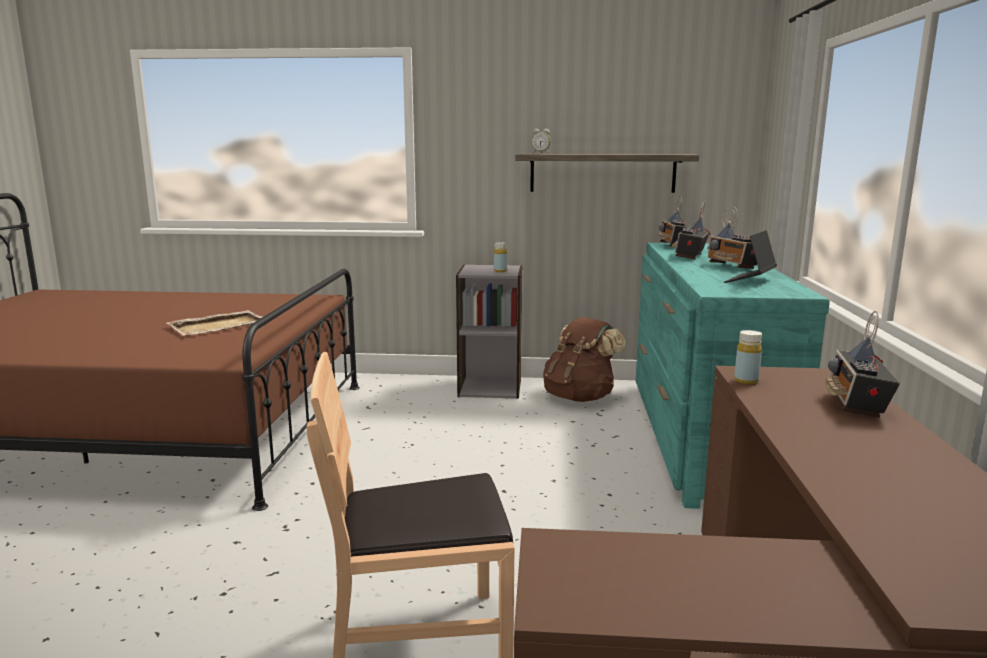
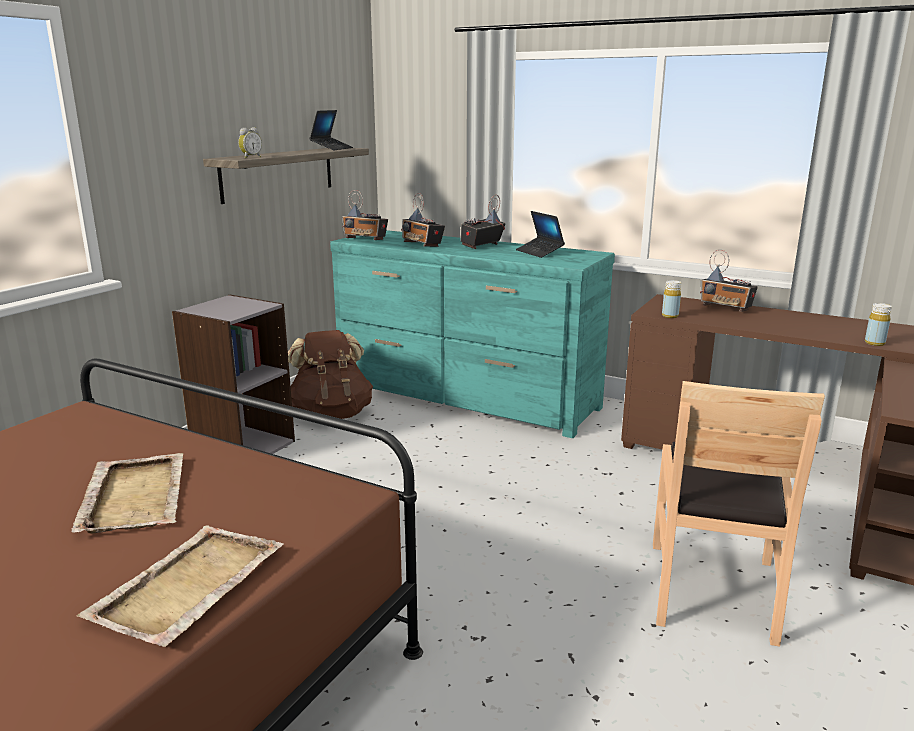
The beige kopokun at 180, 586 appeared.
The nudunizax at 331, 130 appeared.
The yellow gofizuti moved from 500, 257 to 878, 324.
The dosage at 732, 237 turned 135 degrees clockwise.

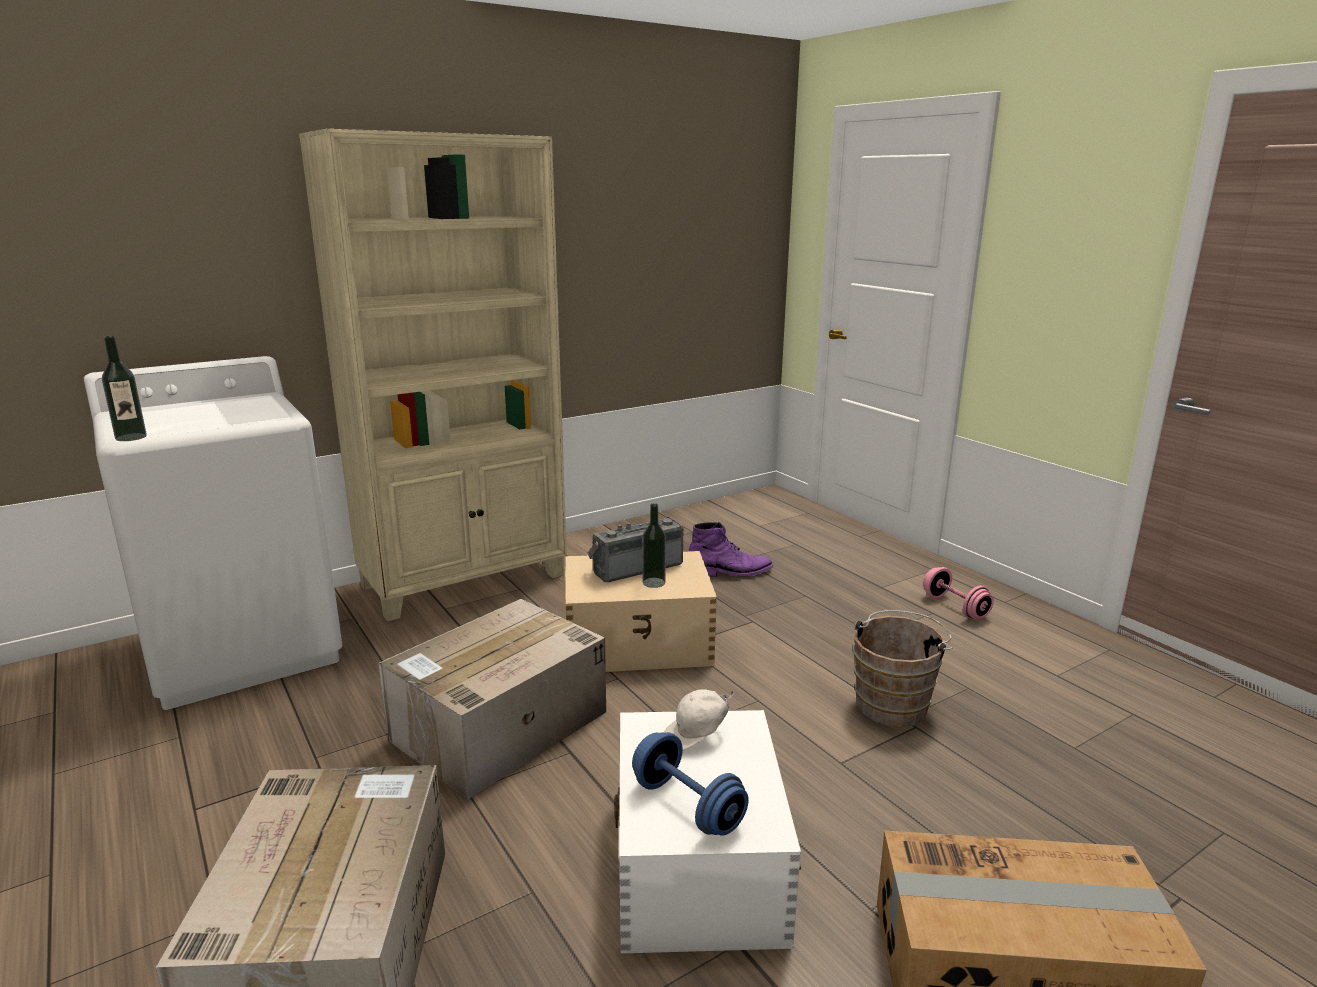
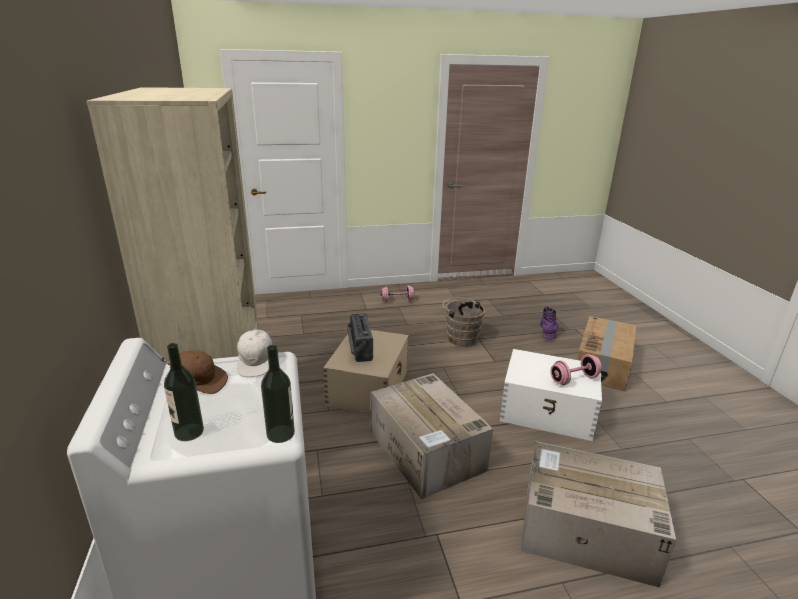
The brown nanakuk at 194, 372 appeared.
The gofizuti moved from 654, 545 to 184, 392.
The white nanakuk moved from 698, 720 to 255, 352.
The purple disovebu moved from 731, 549 to 549, 323.
The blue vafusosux at 690, 784 became the pink vafusosux at 576, 369.

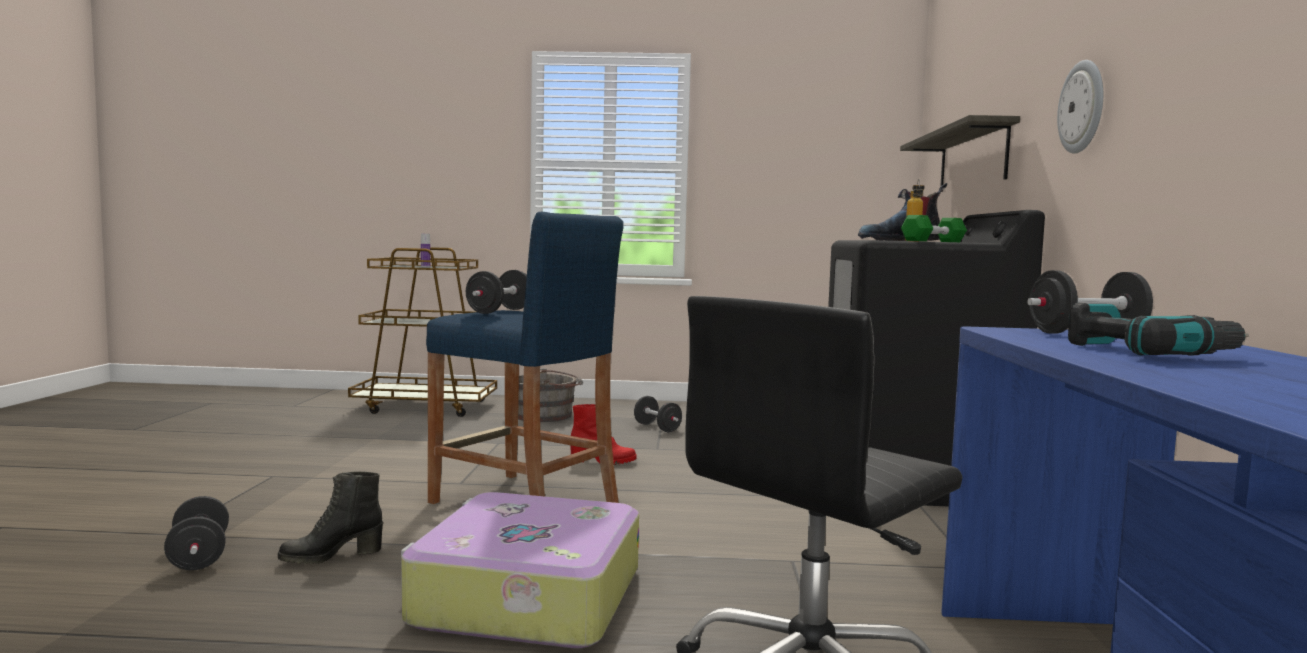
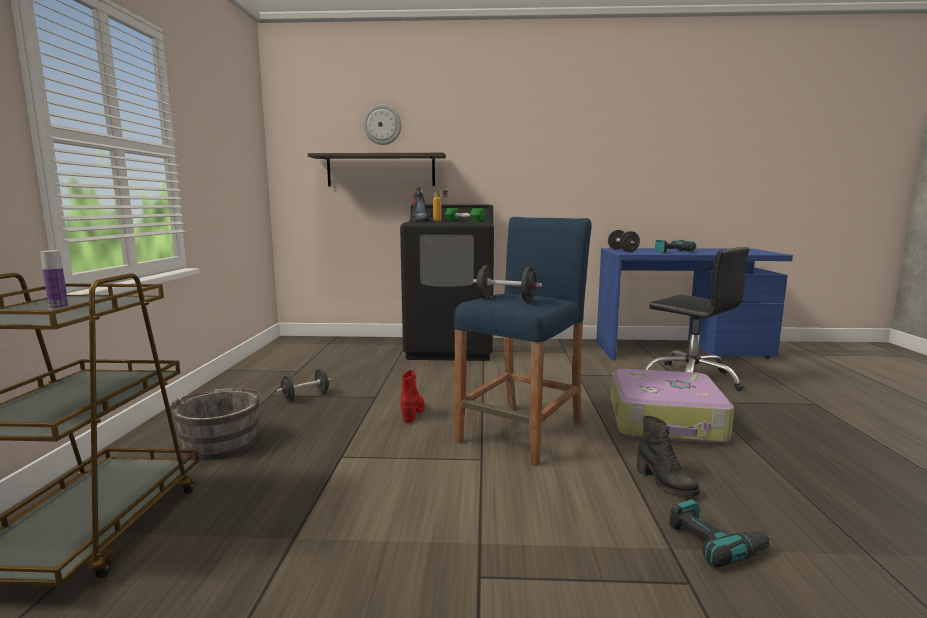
The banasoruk moved from 1080, 107 to 382, 125.
The black vafusosux at 196, 533 was replaced by the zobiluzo at 721, 533.

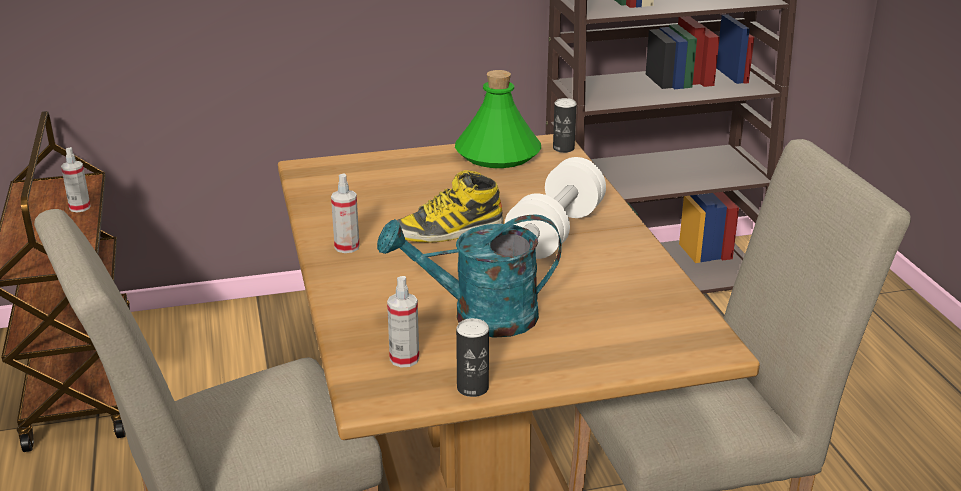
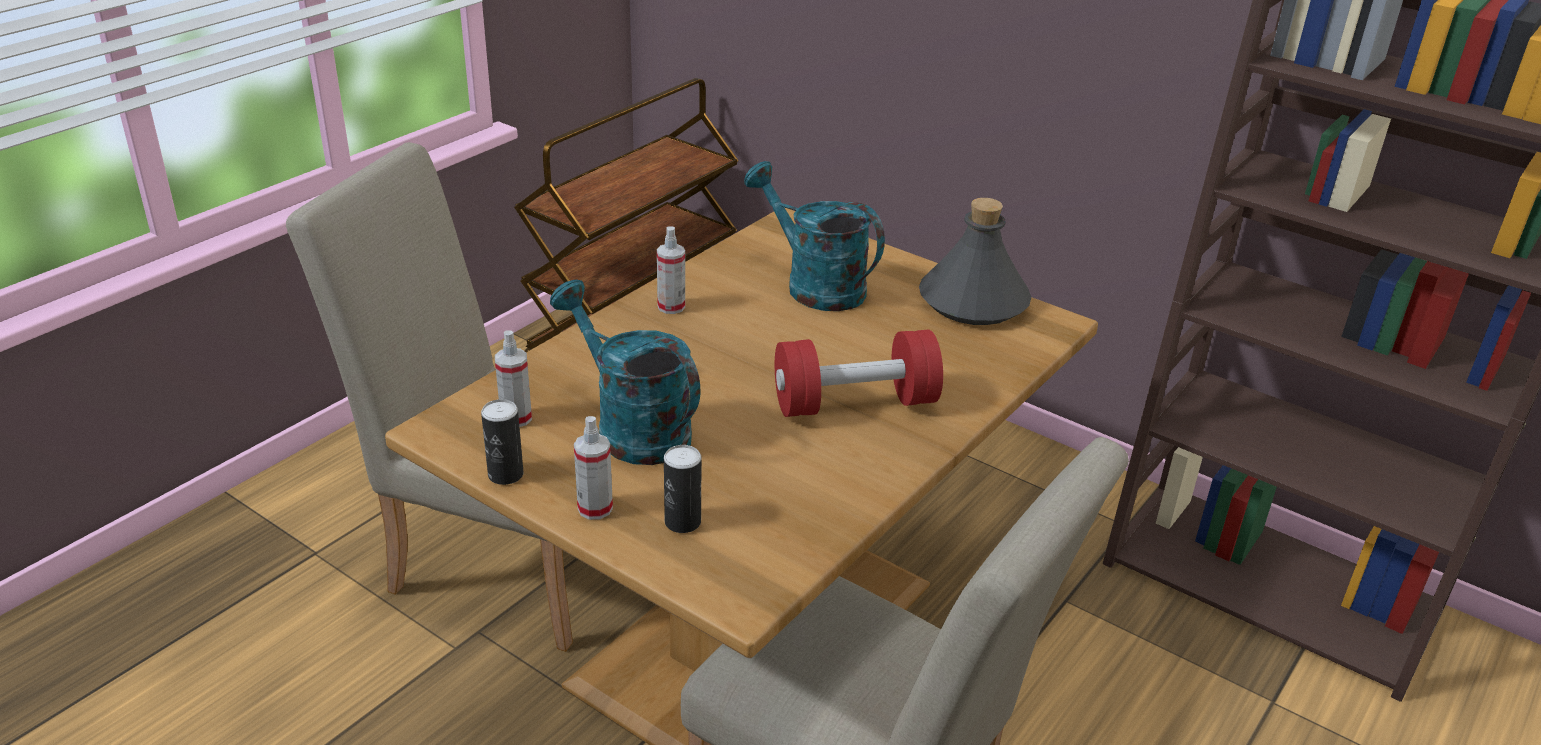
The disovebu at 450, 206 disappeared.
The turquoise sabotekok at 814, 236 appeared.
The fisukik moved from 76, 179 to 593, 468.
The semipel moved from 565, 125 to 683, 489.
The green gofizuti at 498, 119 became the grey gofizuti at 975, 261.
The white vafusosux at 555, 208 became the red vafusosux at 859, 373.

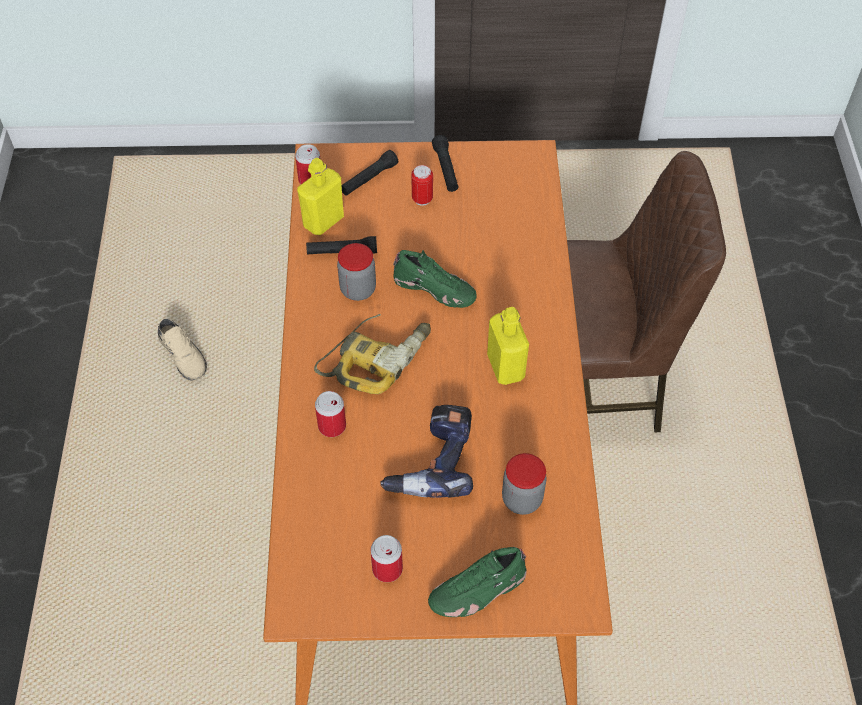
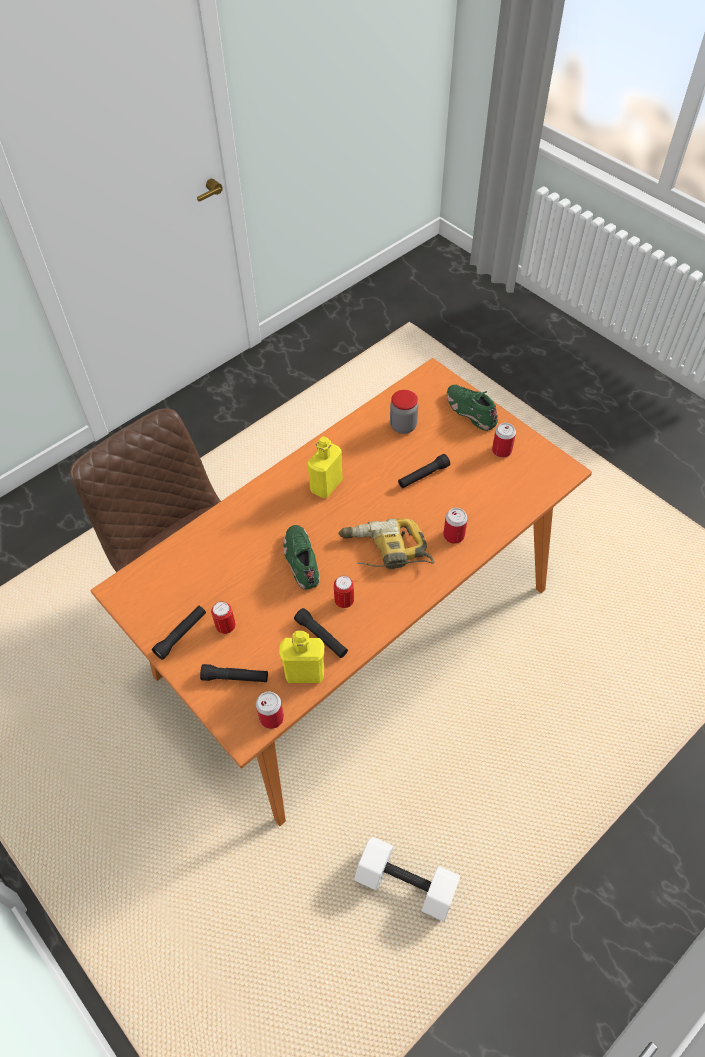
The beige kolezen at 182, 349 was replaced by the white vafusosux at 407, 879.
The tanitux at 356, 272 was replaced by the semipel at 344, 592.
The zobiluzo at 427, 451 was replaced by the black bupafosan at 424, 471.
The green kolezen at 477, 582 turned 150 degrees counterclockwise.

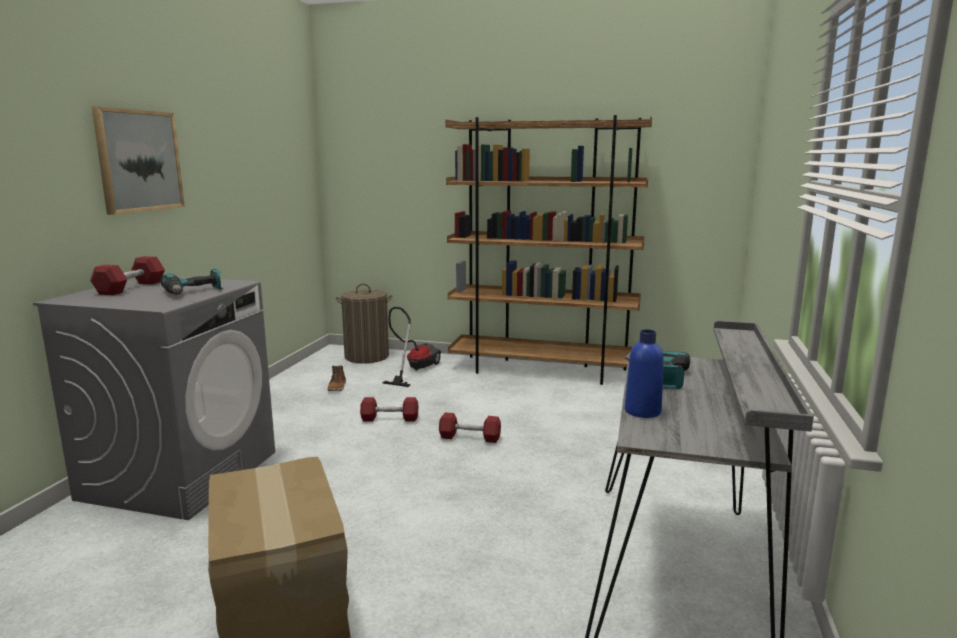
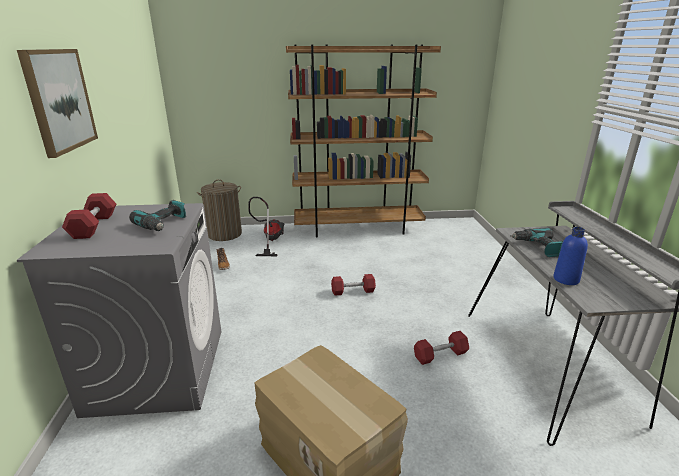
The red vafusosux moved from 389, 409 to 441, 348.

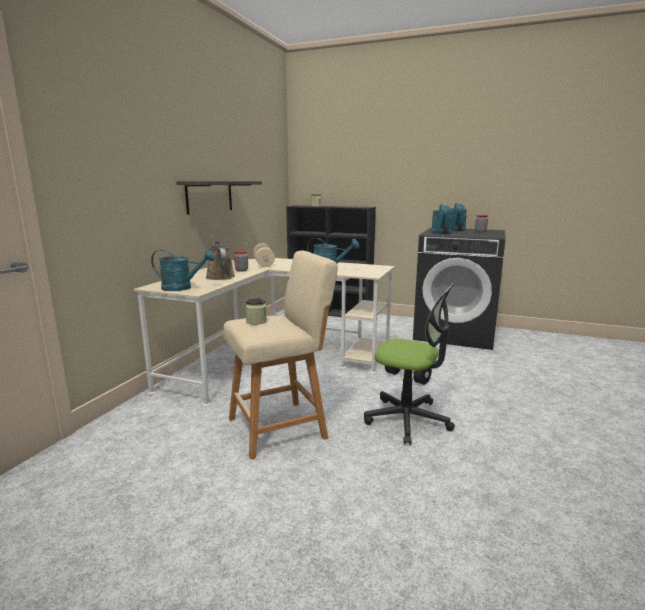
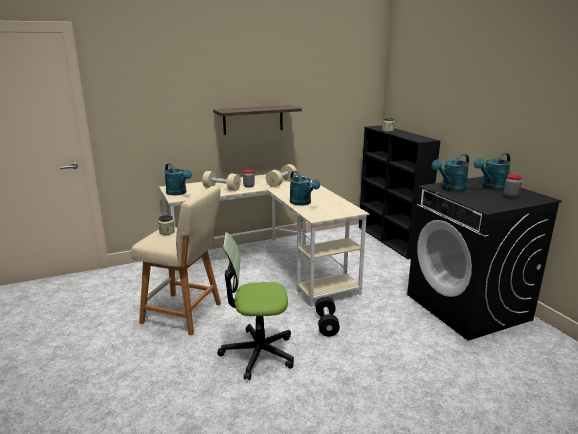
The brown sabotekok at 220, 257 was replaced by the beige vafusosux at 221, 181.
The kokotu at 409, 364 turned 105 degrees clockwise.

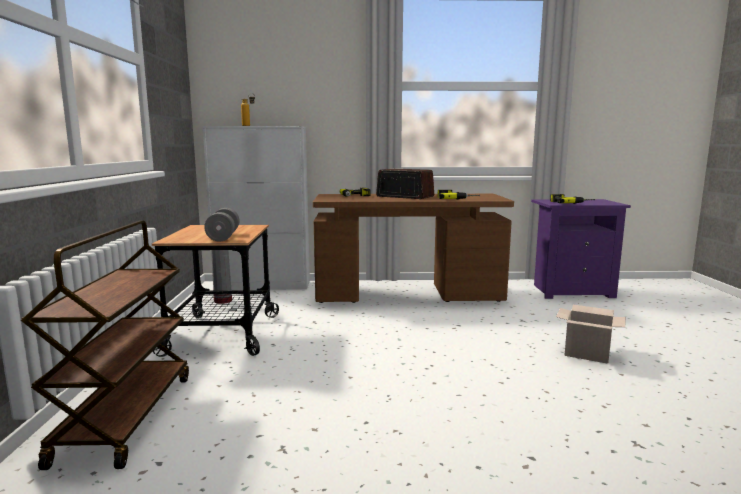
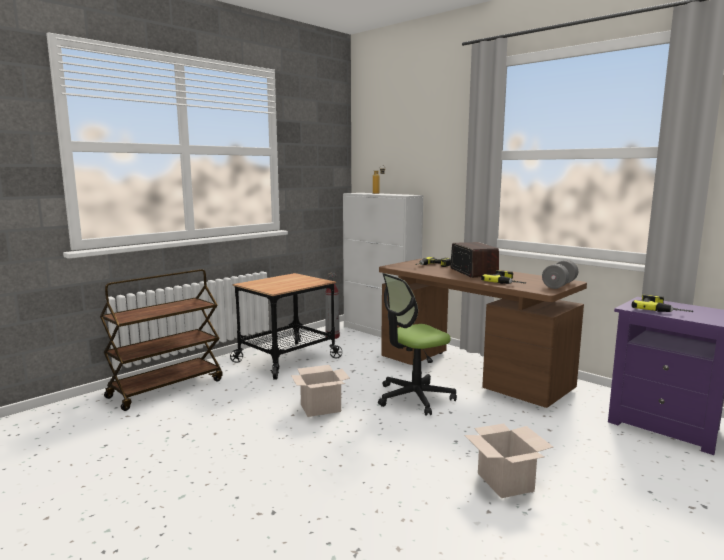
The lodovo at 320, 391 appeared.
The kokotu at 417, 344 appeared.
The grey vafusosux moved from 222, 224 to 560, 274.

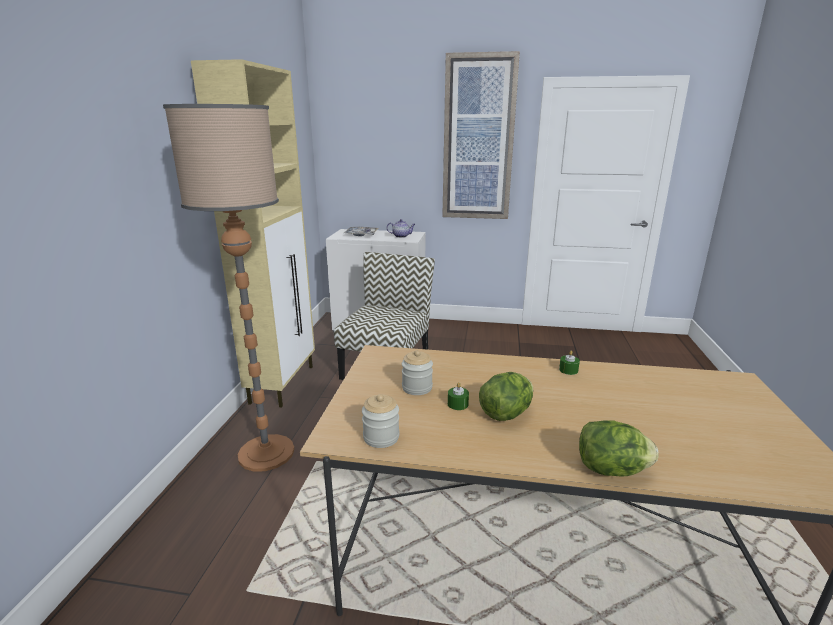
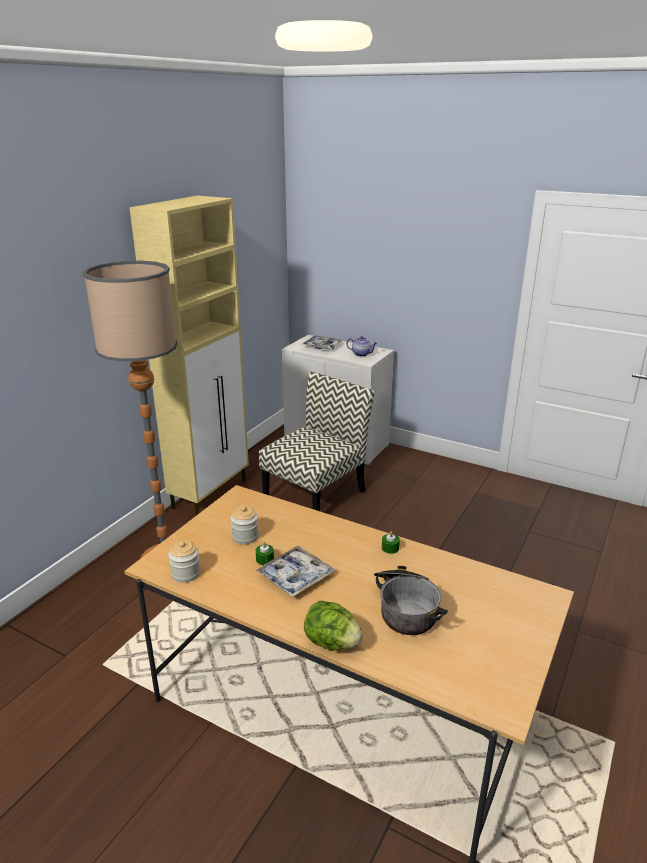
The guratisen at 481, 135 disappeared.
The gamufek at 411, 600 appeared.
The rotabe at 506, 396 was replaced by the kopokun at 294, 571.

